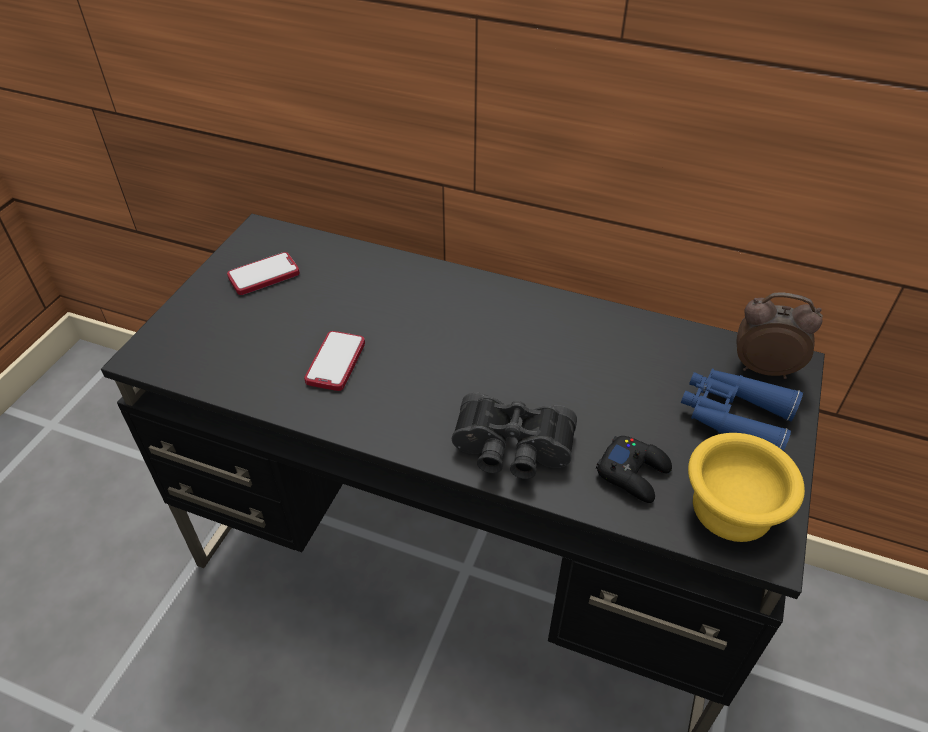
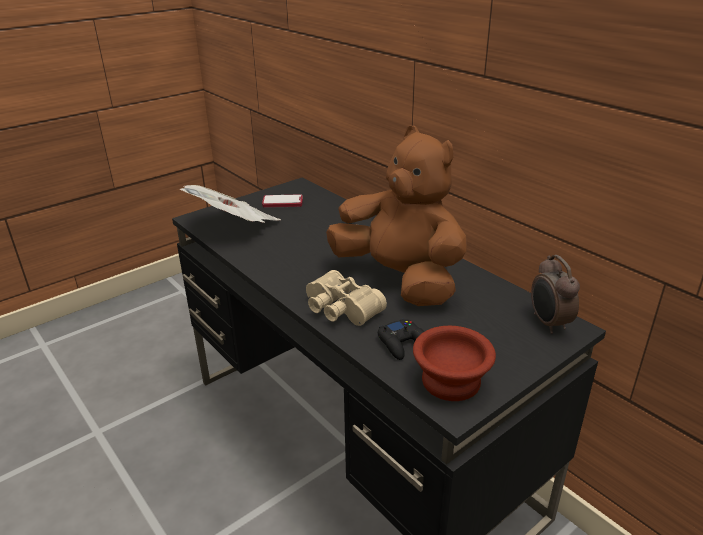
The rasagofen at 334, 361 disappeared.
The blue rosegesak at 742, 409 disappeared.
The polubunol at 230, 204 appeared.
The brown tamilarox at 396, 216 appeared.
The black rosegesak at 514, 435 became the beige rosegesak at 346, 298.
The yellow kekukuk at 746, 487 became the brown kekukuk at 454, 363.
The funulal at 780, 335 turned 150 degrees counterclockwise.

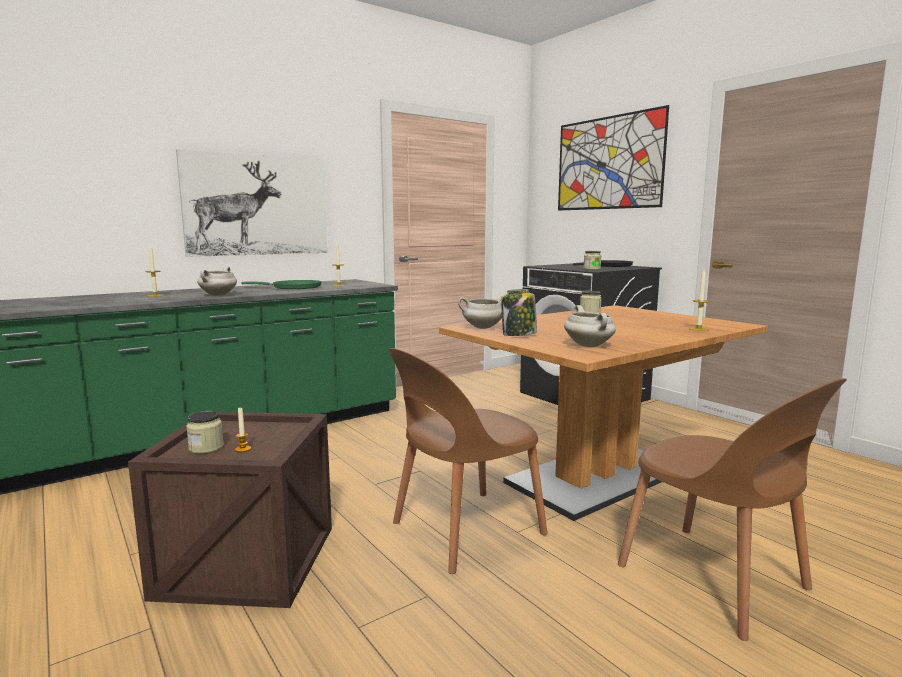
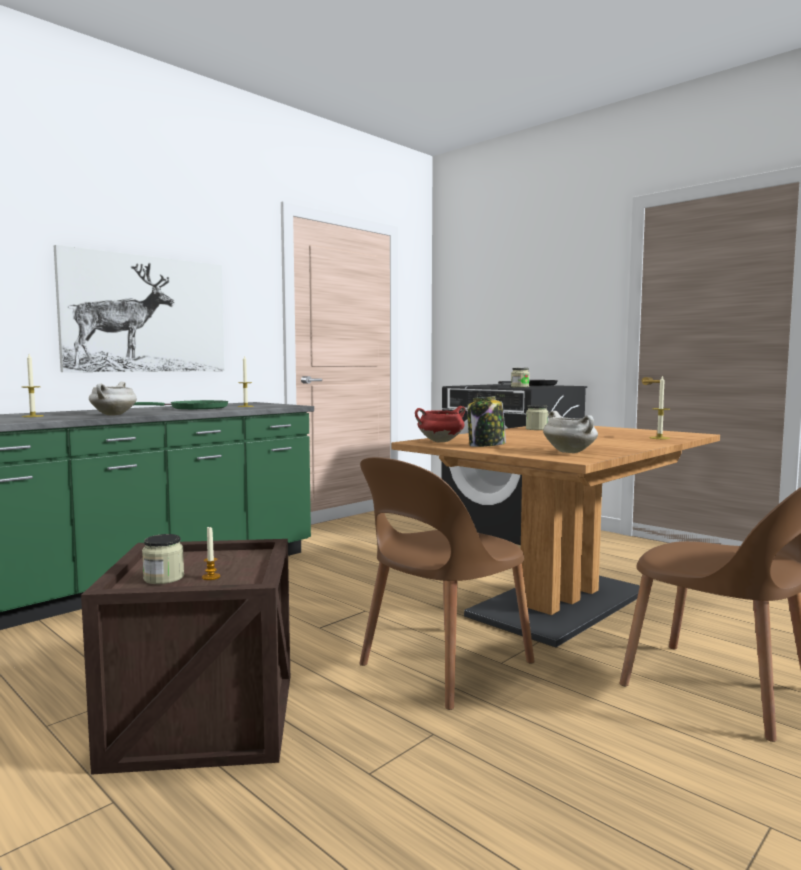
The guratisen at 613, 157 disappeared.
The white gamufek at 481, 312 became the red gamufek at 440, 424.

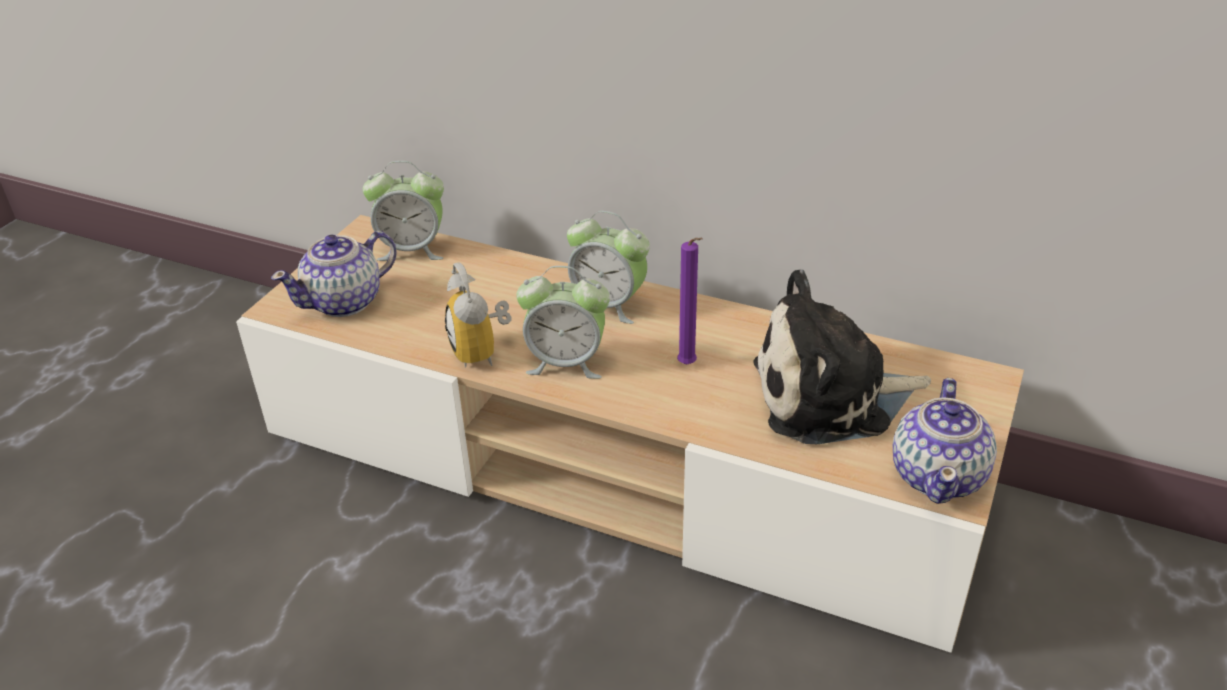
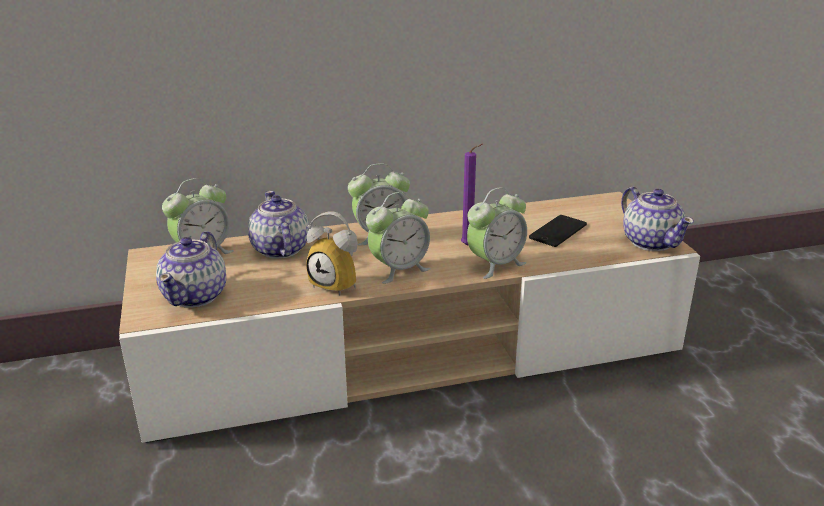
The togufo at 278, 225 appeared.
The funulal at 497, 233 appeared.
The tamilarox at 842, 356 was replaced by the rasagofen at 558, 231.

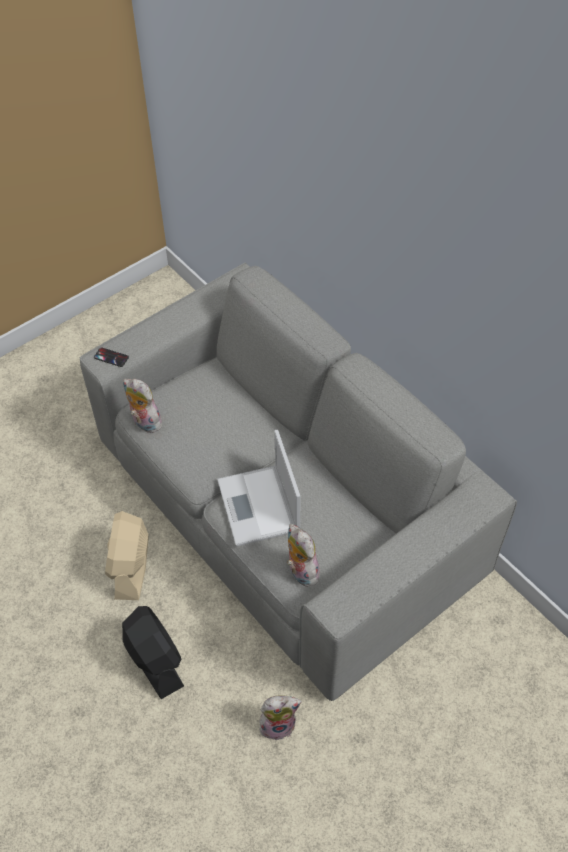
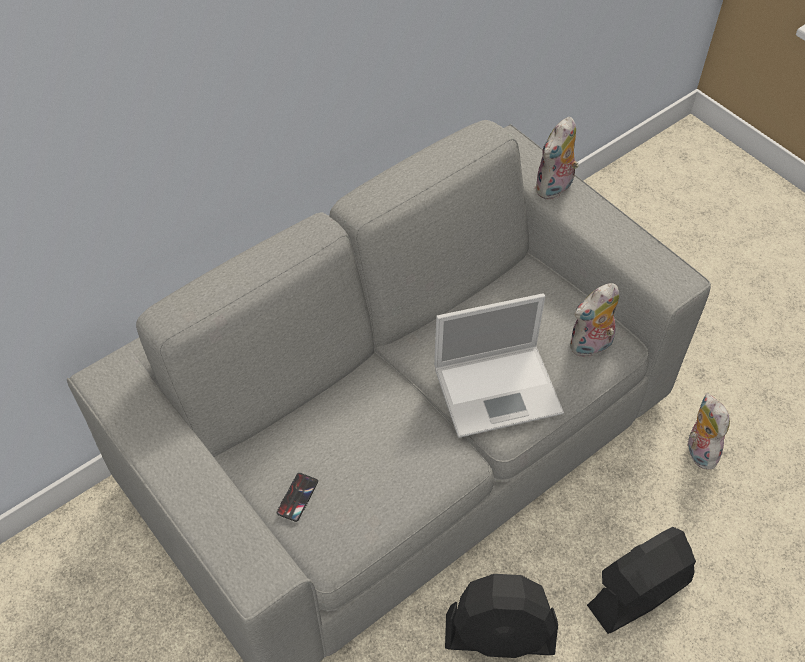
The rasagofen moved from 111, 357 to 297, 497.
The tamilarox moved from 142, 406 to 556, 158.
The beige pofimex at 127, 555 became the black pofimex at 501, 616.

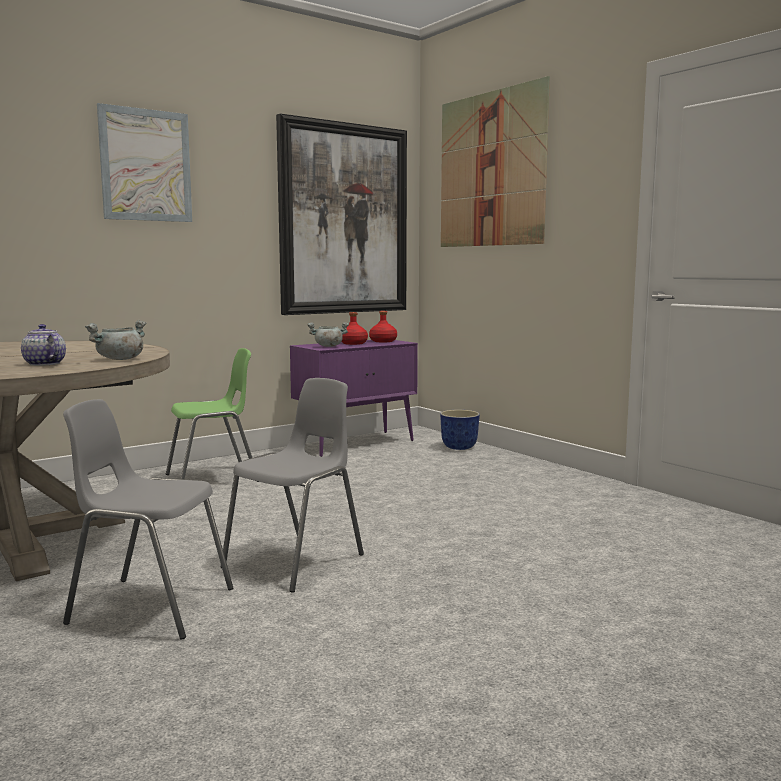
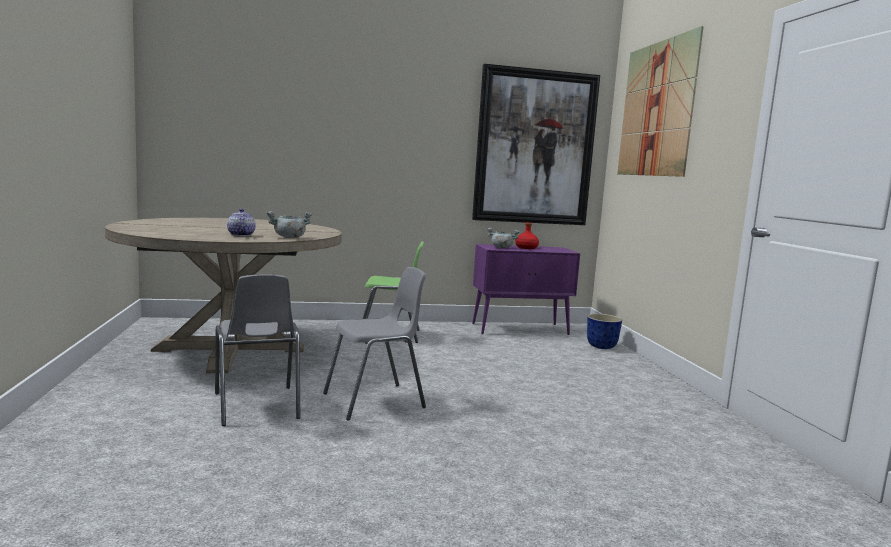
The guratisen at 144, 162 disappeared.
The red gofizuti at 383, 326 disappeared.
The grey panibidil at 148, 519 turned 150 degrees counterclockwise.

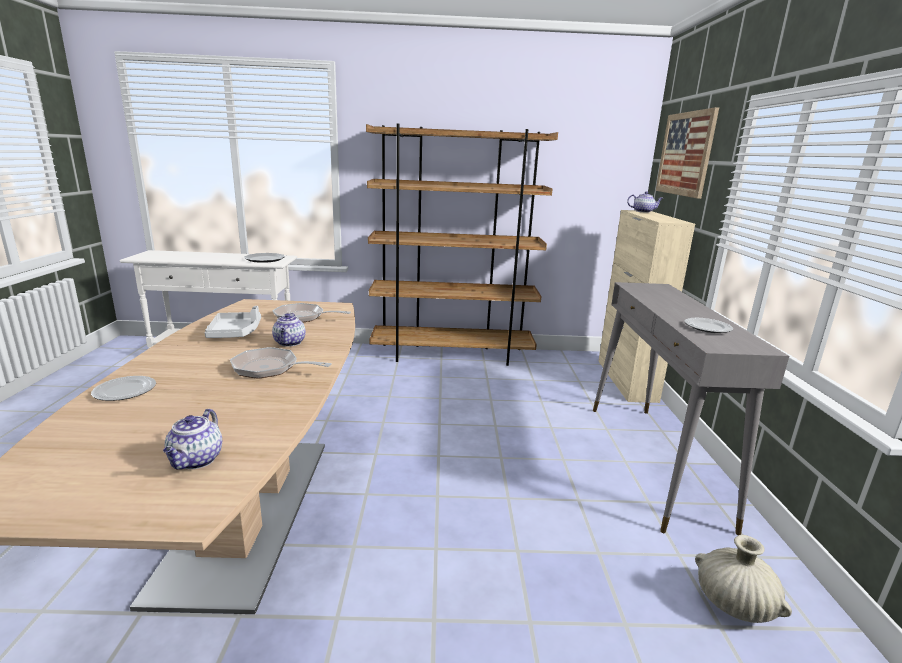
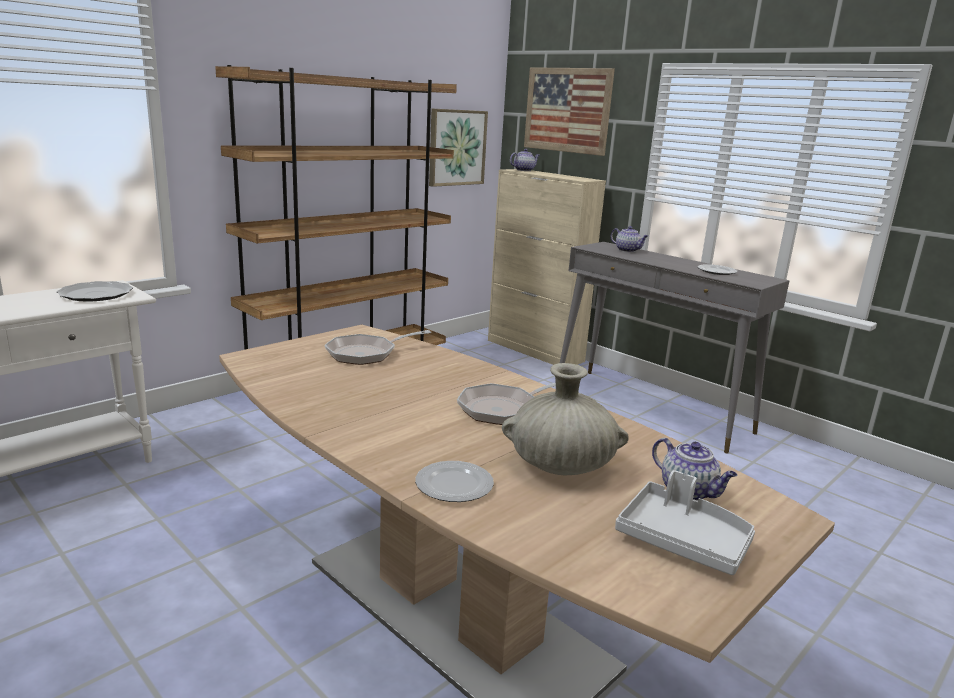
The guratisen at 458, 148 appeared.
The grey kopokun moved from 233, 322 to 685, 522.
The togufo moved from 289, 330 to 629, 239.
The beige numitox moved from 743, 579 to 565, 419.

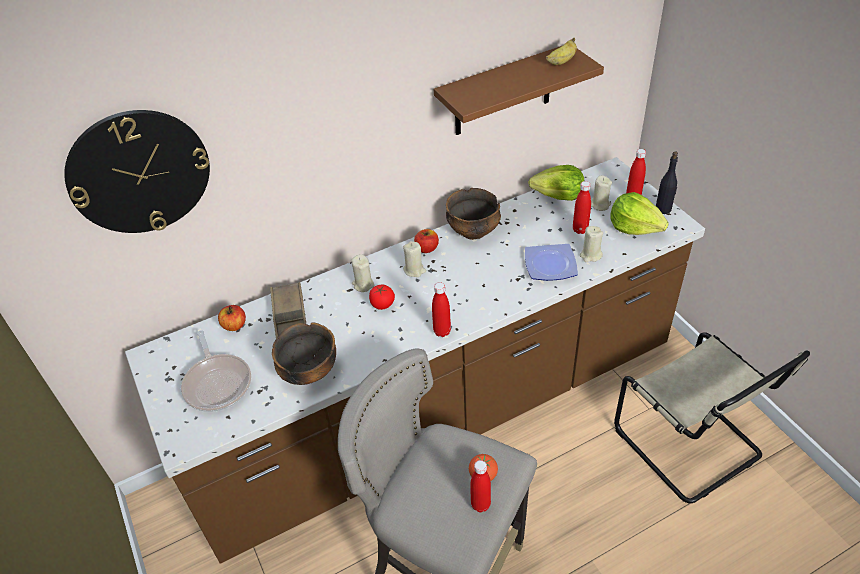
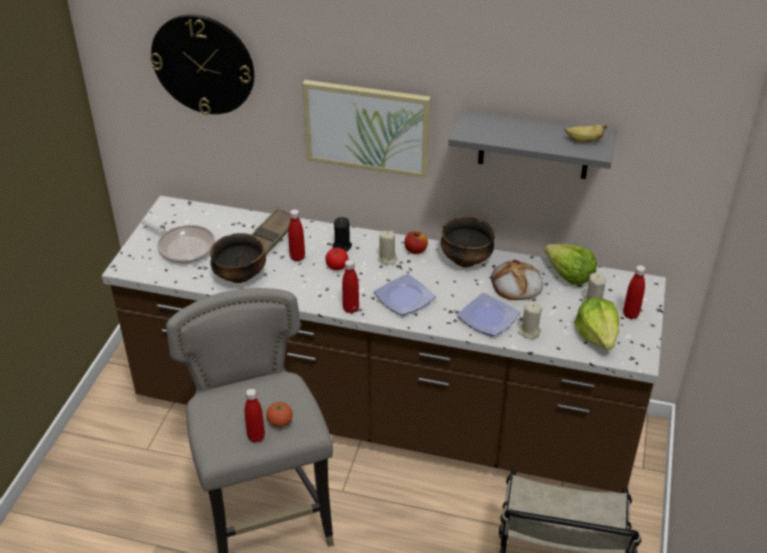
The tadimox at 232, 318 disappeared.
The black gofizuti at 667, 183 disappeared.
The guratisen at 367, 129 appeared.
The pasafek at 405, 294 appeared.
The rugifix at 517, 280 appeared.
The red gofizuti moved from 582, 207 to 296, 235.
The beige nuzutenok at 362, 273 became the black nuzutenok at 342, 234.
The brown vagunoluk at 519, 90 became the grey vagunoluk at 532, 144.
The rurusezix at 216, 371 turned 75 degrees counterclockwise.

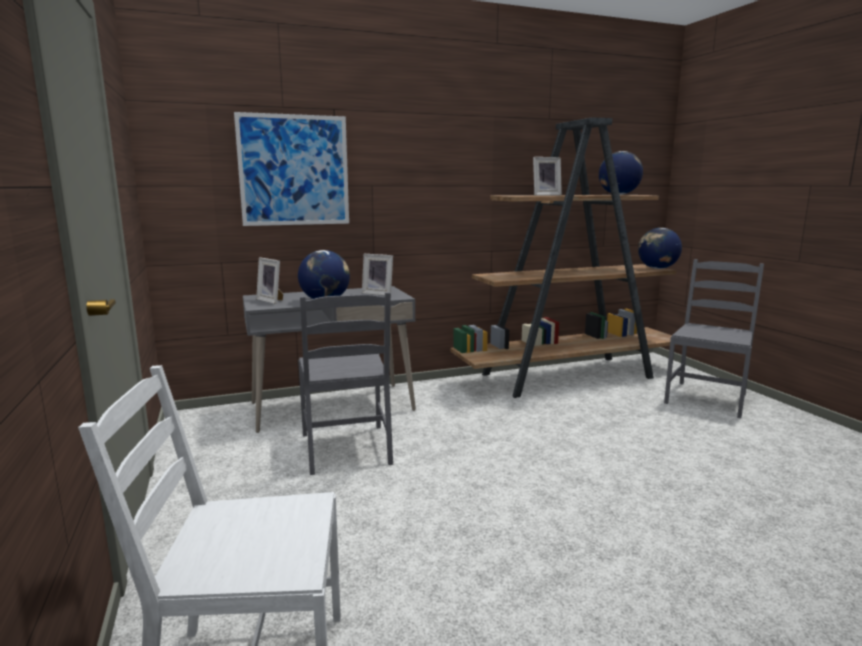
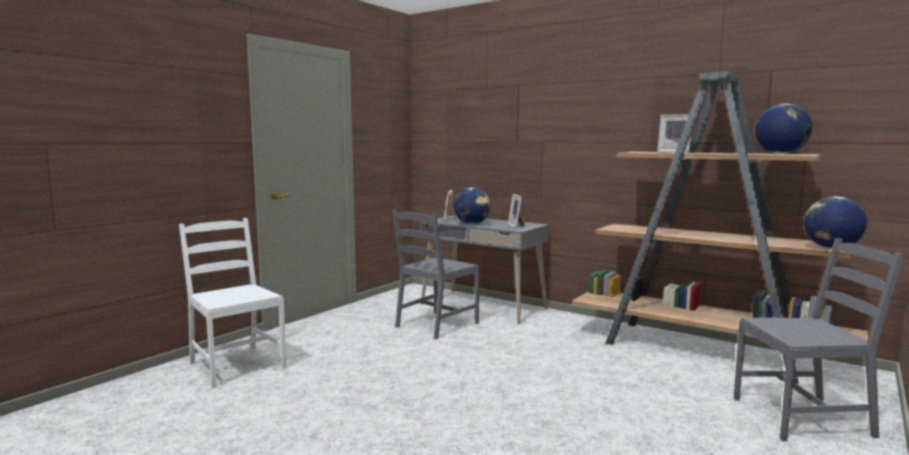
The guratisen at 291, 169 disappeared.

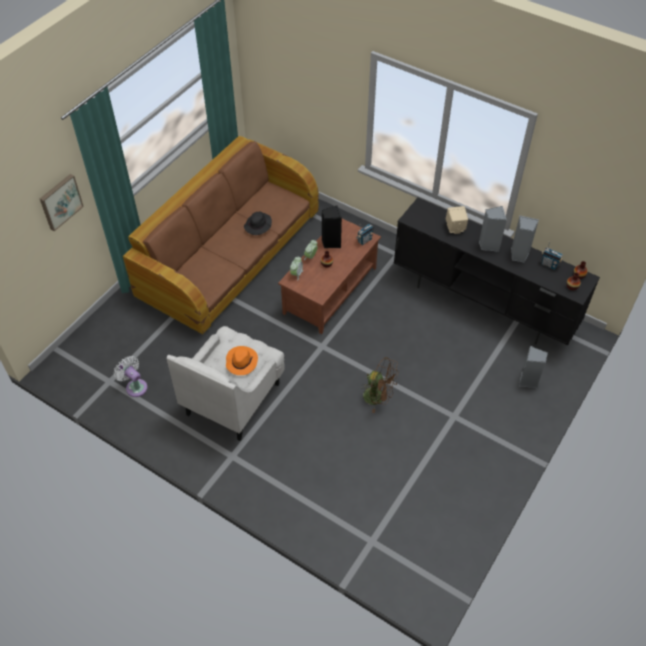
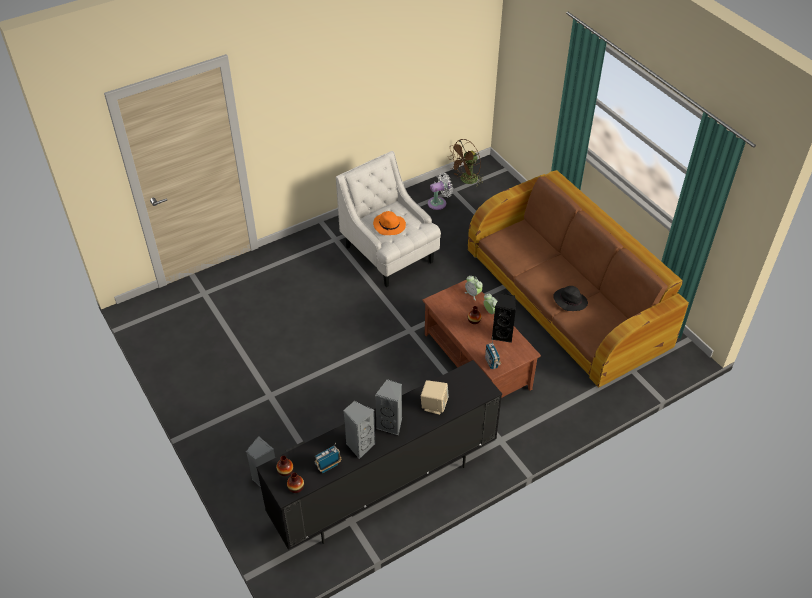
The guratisen at 62, 202 disappeared.
The brown pofimex moved from 379, 385 to 465, 163.

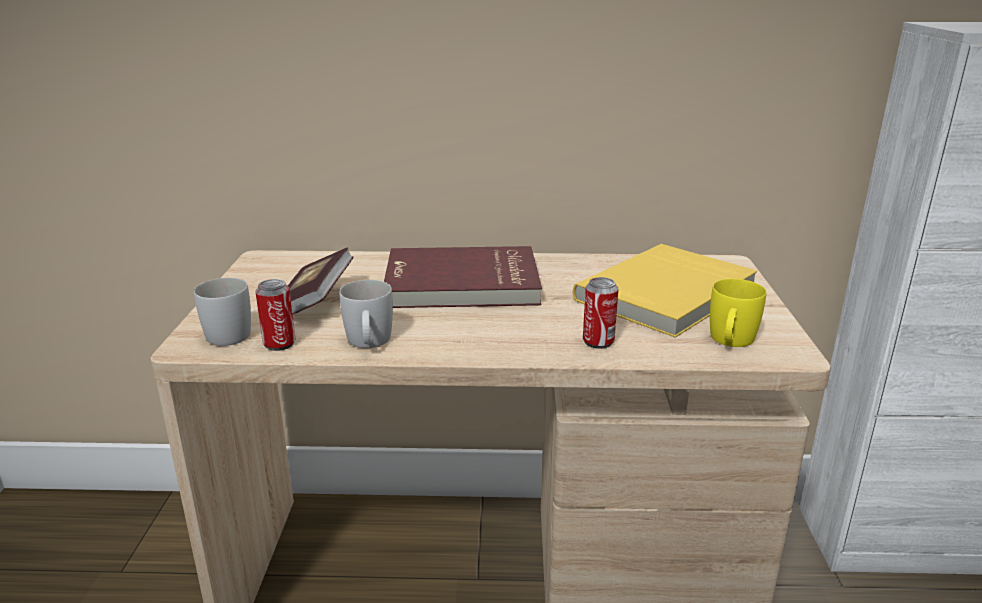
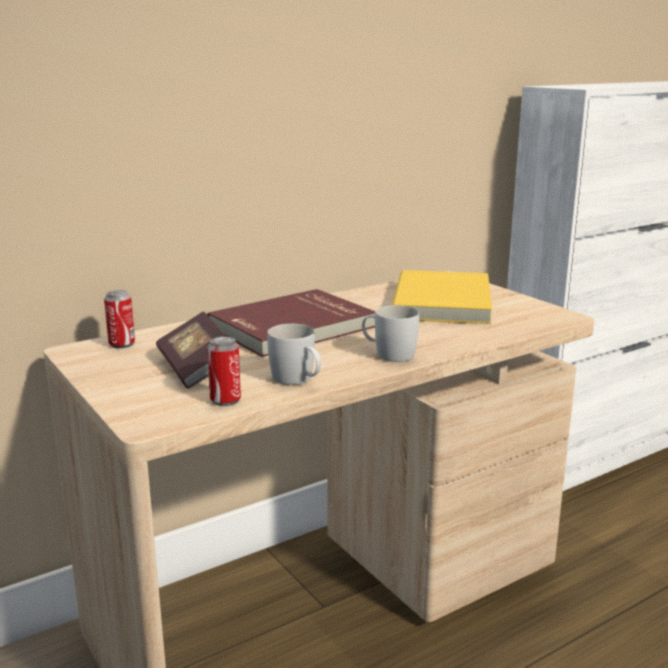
The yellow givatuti at 738, 313 disappeared.
The white givatuti moved from 222, 312 to 390, 333.
The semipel moved from 600, 313 to 119, 319.

